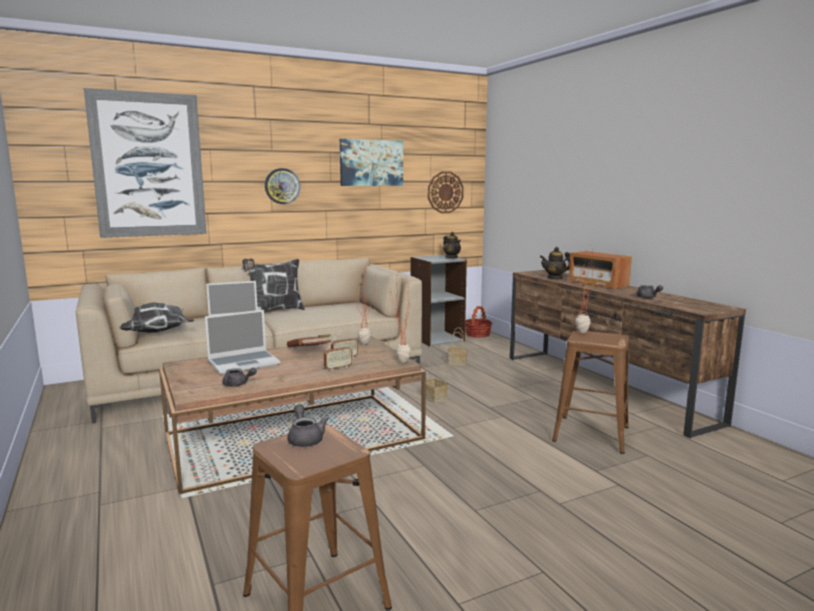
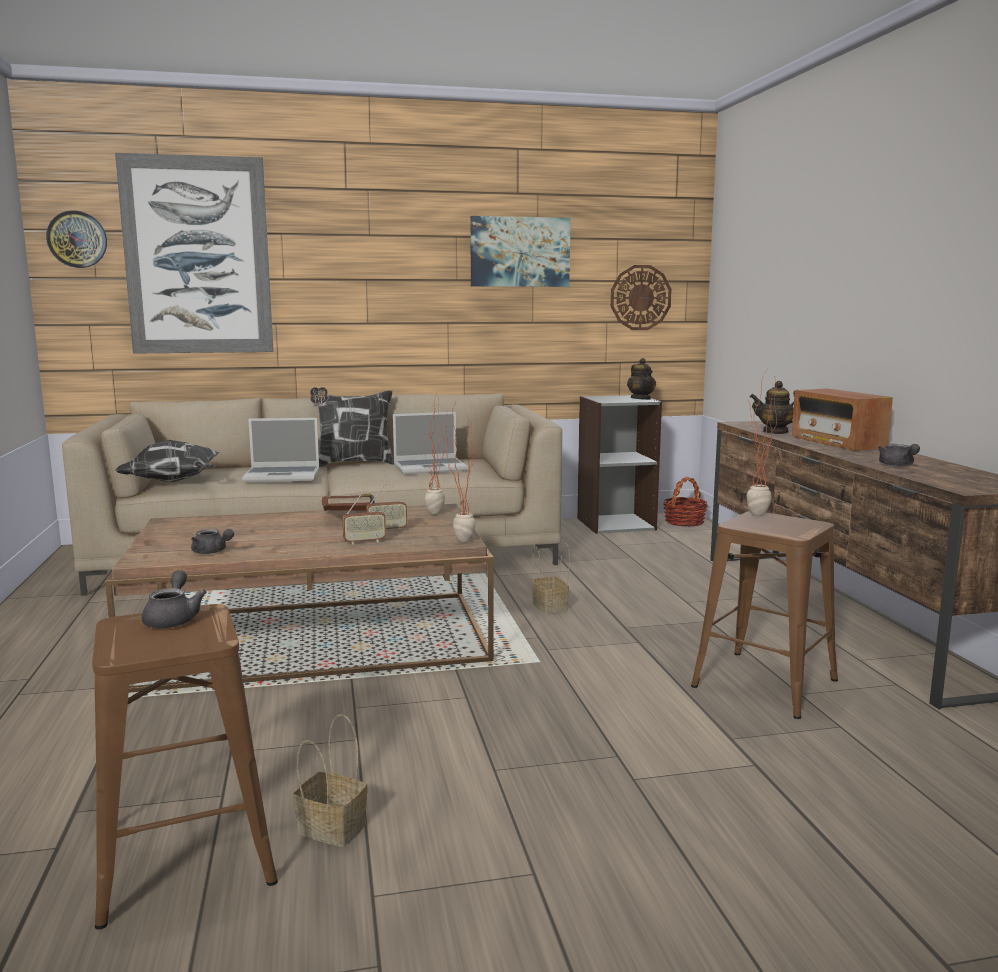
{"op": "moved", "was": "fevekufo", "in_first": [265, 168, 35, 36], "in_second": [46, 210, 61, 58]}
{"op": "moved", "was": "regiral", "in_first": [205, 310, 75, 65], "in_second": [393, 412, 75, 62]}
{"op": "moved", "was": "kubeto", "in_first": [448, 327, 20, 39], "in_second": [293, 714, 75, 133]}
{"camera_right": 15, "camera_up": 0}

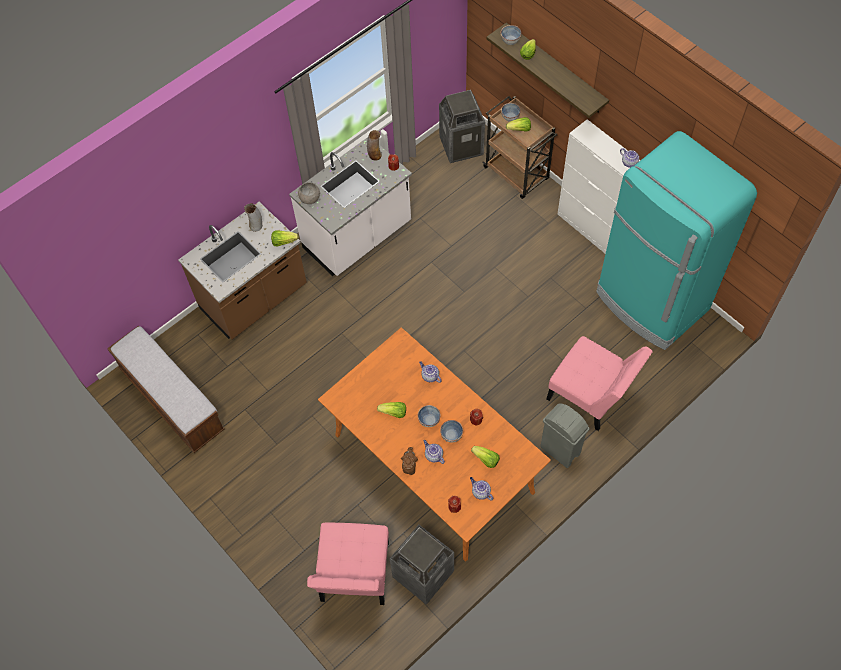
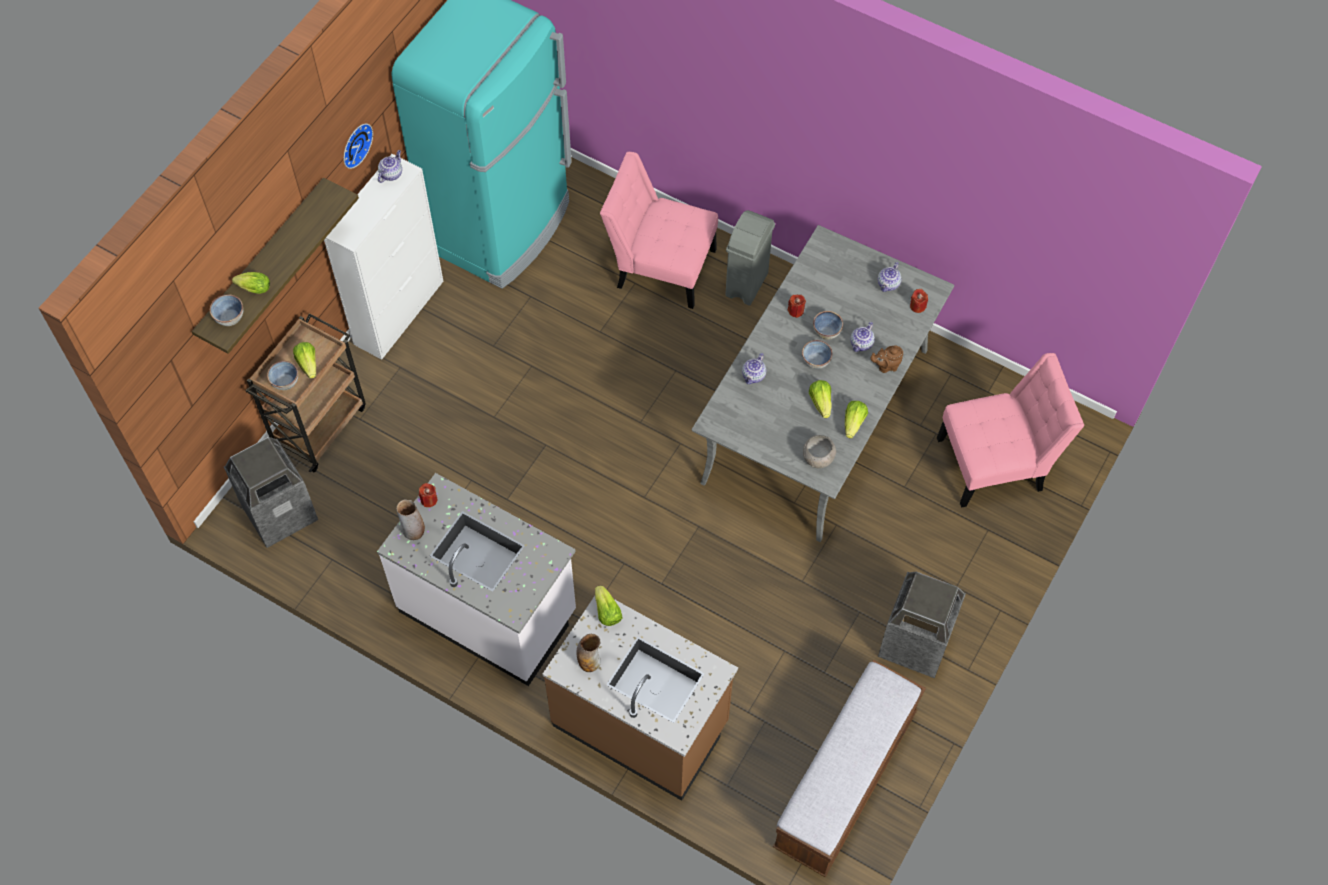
{"op": "moved", "was": "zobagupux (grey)", "in_first": [298, 183, 22, 21], "in_second": [803, 435, 33, 33]}
{"op": "recoloured", "was": "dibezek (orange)", "now": "dibezek (grey)", "in_first": [318, 328, 233, 234], "in_second": [692, 225, 263, 317]}
{"op": "turned", "was": "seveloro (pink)", "in_first": [546, 336, 107, 95], "in_second": [600, 152, 118, 157], "clockwise": -90}
{"op": "moved", "was": "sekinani", "in_first": [471, 446, 29, 22], "in_second": [845, 401, 23, 38]}
{"op": "moved", "was": "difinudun", "in_first": [390, 525, 64, 80], "in_second": [878, 572, 88, 106]}
{"op": "added", "now": "fevekufo", "in_second": [343, 124, 30, 45]}
{"camera_right": -110, "camera_up": 0}

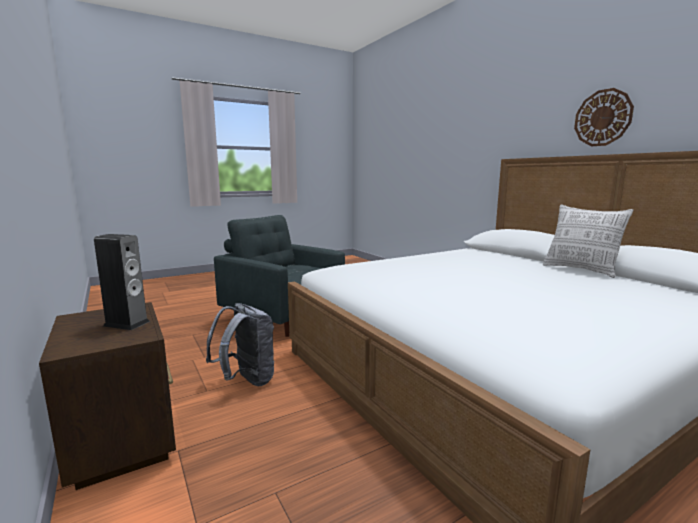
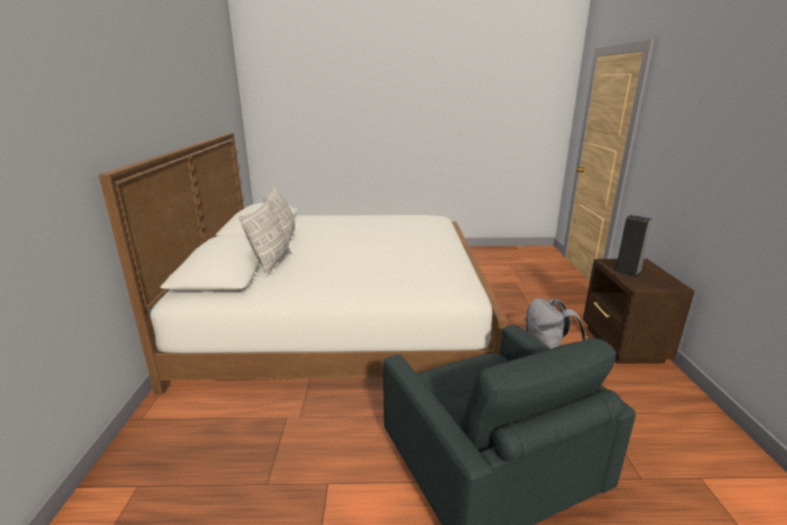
{"op": "removed", "was": "fevekufo", "in_first": [574, 88, 60, 58]}
{"op": "added", "now": "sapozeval", "in_second": [239, 200, 52, 77]}
{"camera_right": -150, "camera_up": 10}

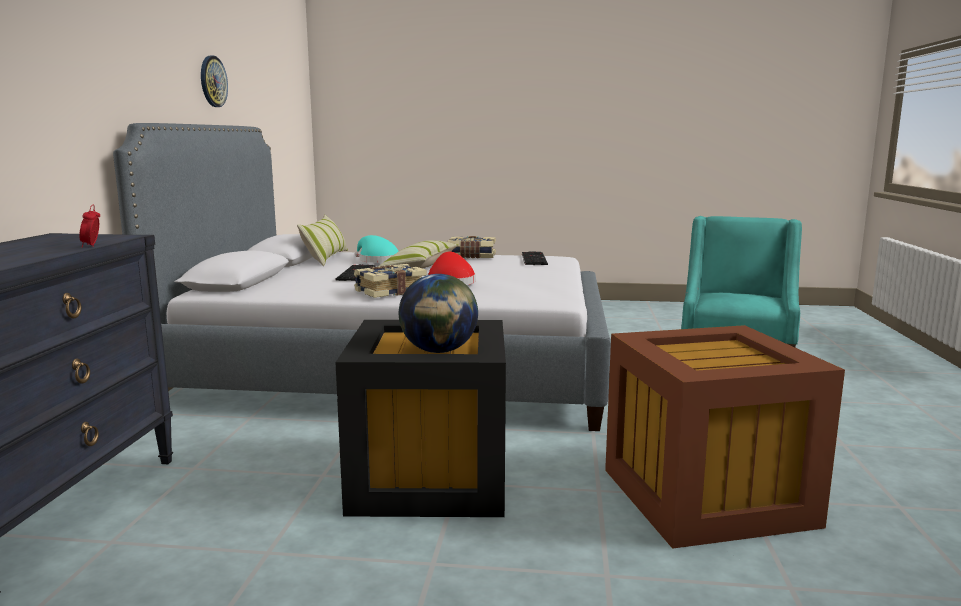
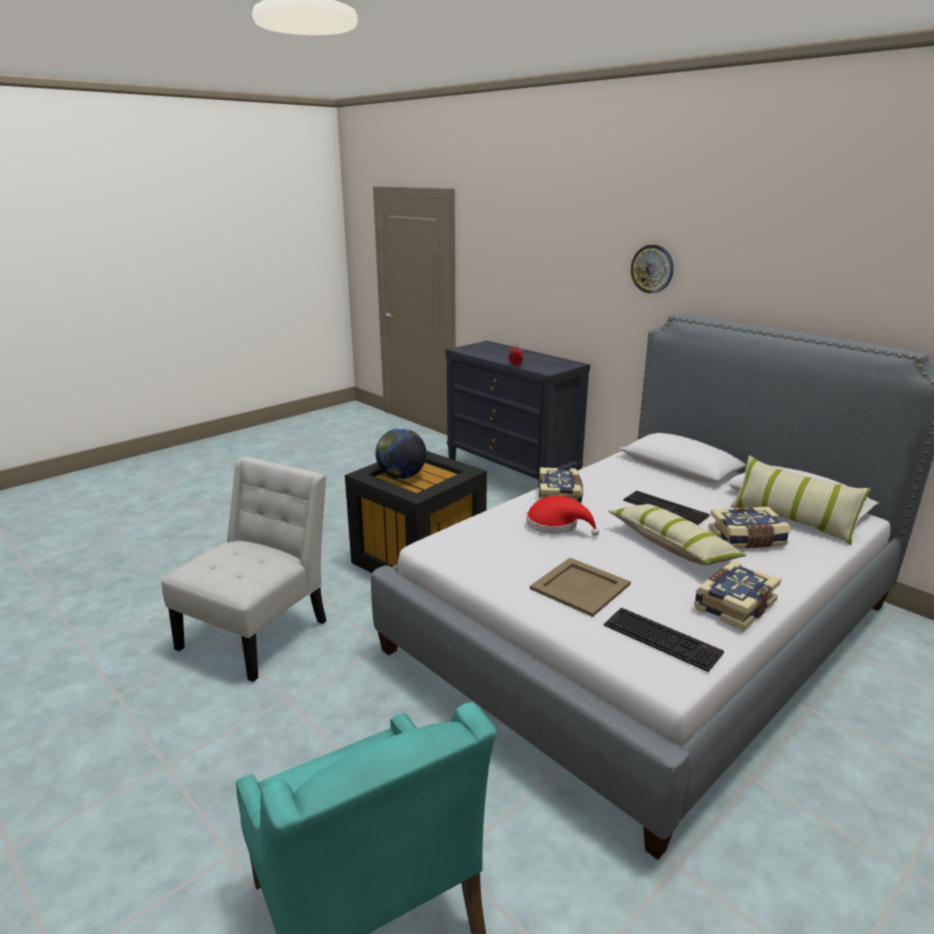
{"op": "moved", "was": "fevekufo", "in_first": [201, 56, 27, 51], "in_second": [631, 244, 42, 49]}
{"op": "replaced", "was": "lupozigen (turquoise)", "now": "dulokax", "in_first": [355, 235, 44, 28], "in_second": [708, 507, 83, 42]}
{"op": "replaced", "was": "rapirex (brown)", "now": "seveloro (white)", "in_first": [605, 325, 240, 224], "in_second": [161, 456, 166, 226]}
{"op": "added", "now": "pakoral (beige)", "in_second": [530, 558, 101, 59]}
{"camera_right": 130, "camera_up": 10}

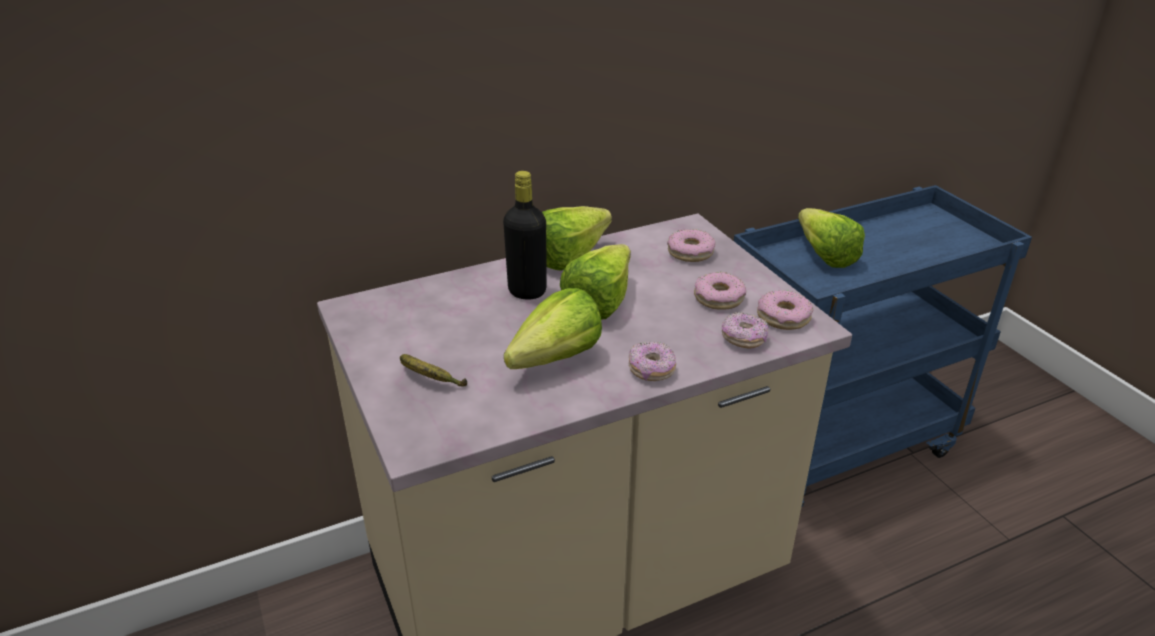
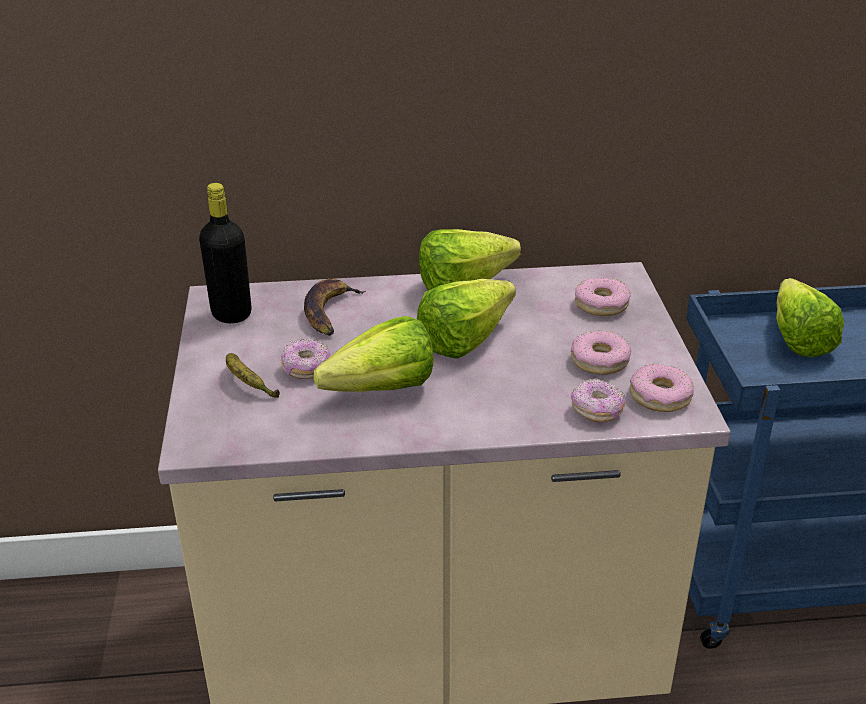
{"op": "moved", "was": "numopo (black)", "in_first": [503, 171, 44, 129], "in_second": [199, 183, 52, 140]}
{"op": "moved", "was": "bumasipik", "in_first": [629, 342, 47, 39], "in_second": [281, 339, 49, 40]}
{"op": "added", "now": "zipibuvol", "in_second": [304, 279, 61, 57]}
{"camera_right": 20, "camera_up": 0}

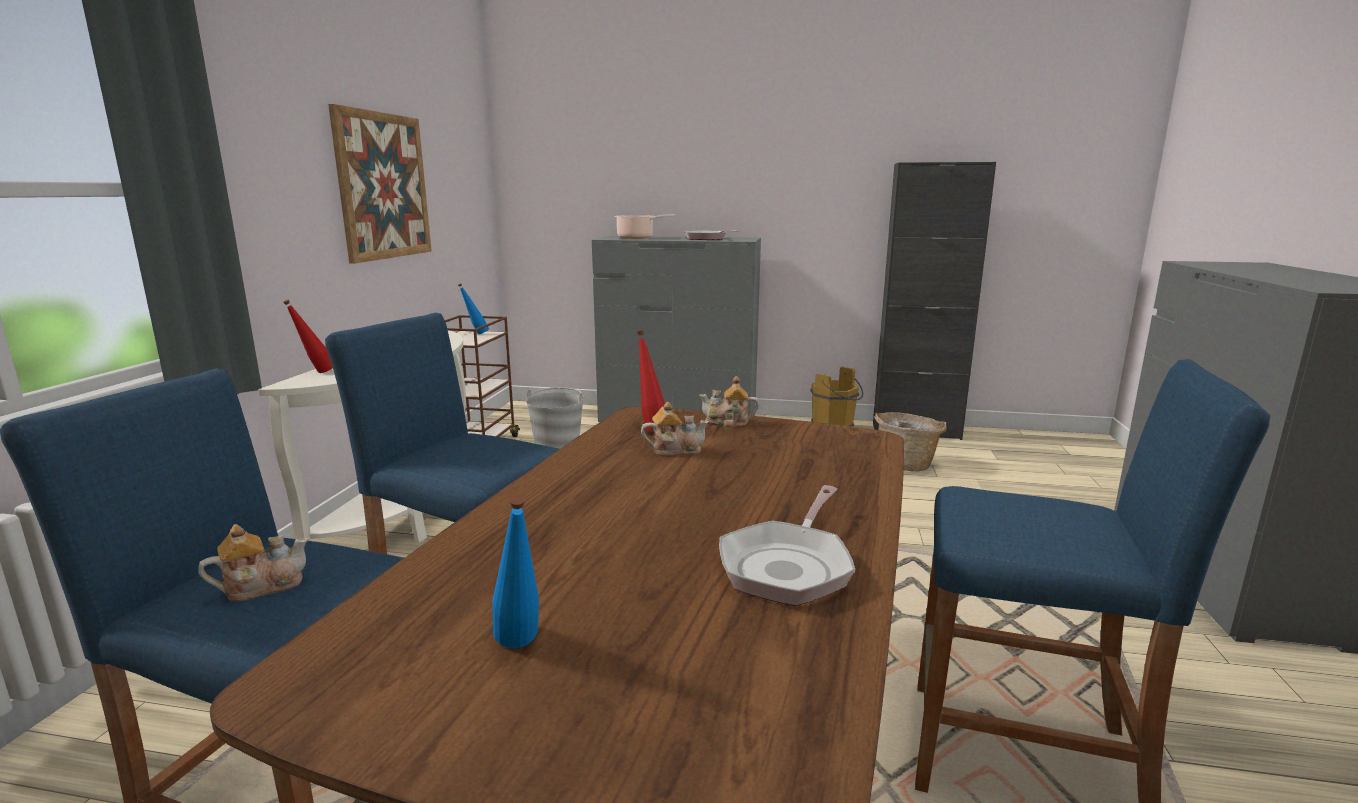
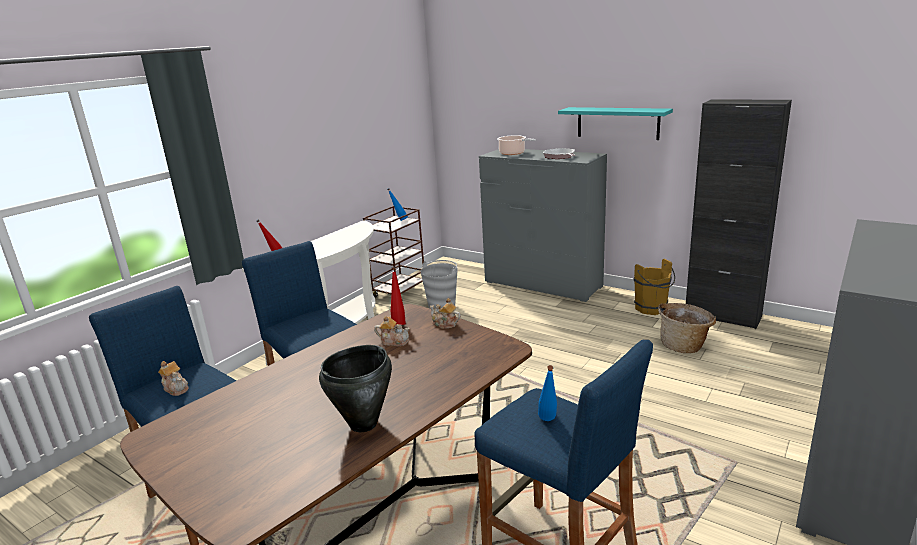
{"op": "removed", "was": "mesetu", "in_first": [328, 104, 104, 160]}
{"op": "replaced", "was": "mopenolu", "now": "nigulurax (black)", "in_first": [719, 485, 136, 121], "in_second": [319, 345, 73, 87]}
{"op": "moved", "was": "numopo (blue)", "in_first": [492, 493, 47, 155], "in_second": [538, 365, 19, 56]}
{"op": "turned", "was": "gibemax", "in_first": [198, 524, 111, 77], "in_second": [158, 361, 31, 35], "clockwise": 45}
{"op": "added", "now": "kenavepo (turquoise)", "in_second": [558, 107, 115, 33]}
{"camera_right": 25, "camera_up": 5}

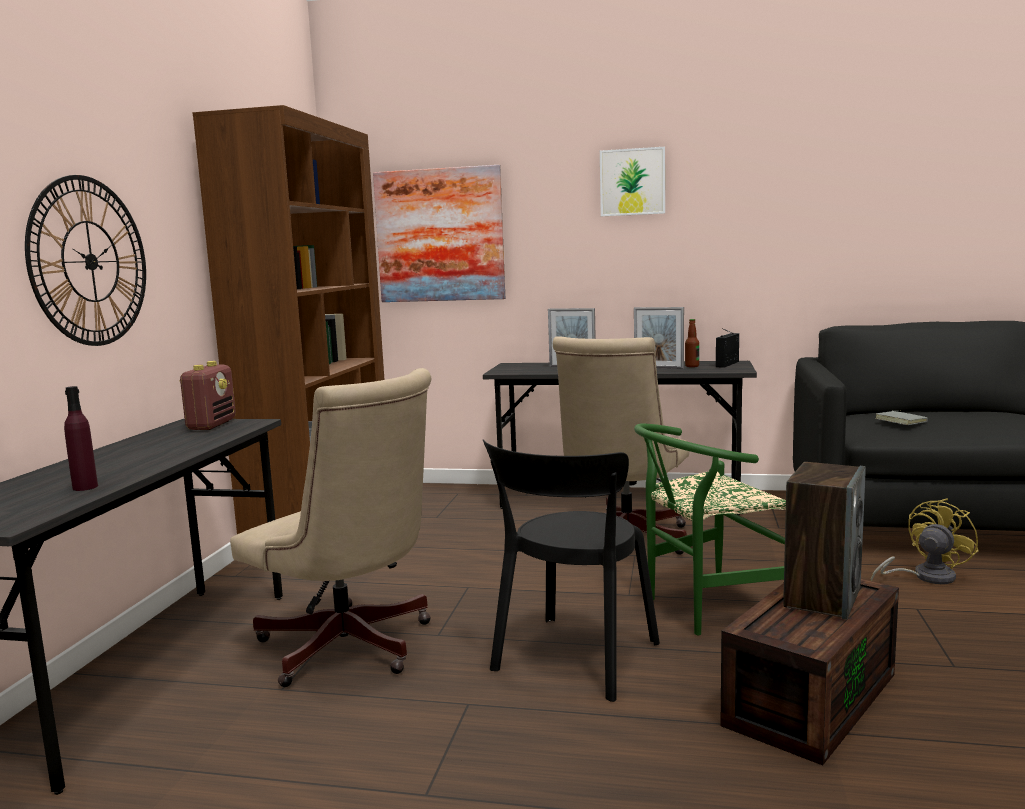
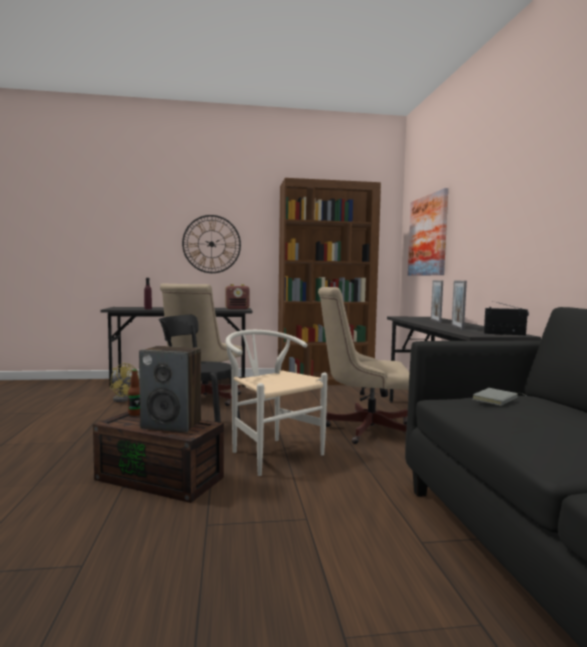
{"op": "removed", "was": "mesetu", "in_first": [600, 147, 65, 69]}
{"op": "moved", "was": "numopo", "in_first": [685, 319, 14, 48], "in_second": [128, 369, 12, 47]}
{"op": "recoloured", "was": "seveloro (green)", "now": "seveloro (white)", "in_first": [634, 423, 152, 212], "in_second": [225, 330, 103, 146]}
{"op": "moved", "was": "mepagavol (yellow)", "in_first": [871, 498, 108, 86], "in_second": [110, 362, 29, 40]}
{"camera_right": 70, "camera_up": -5}

